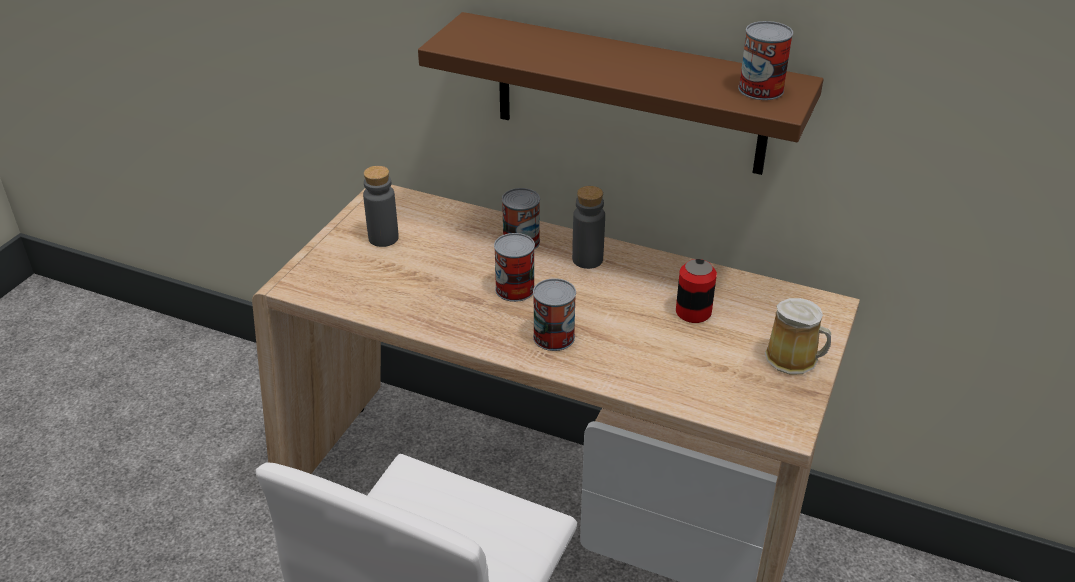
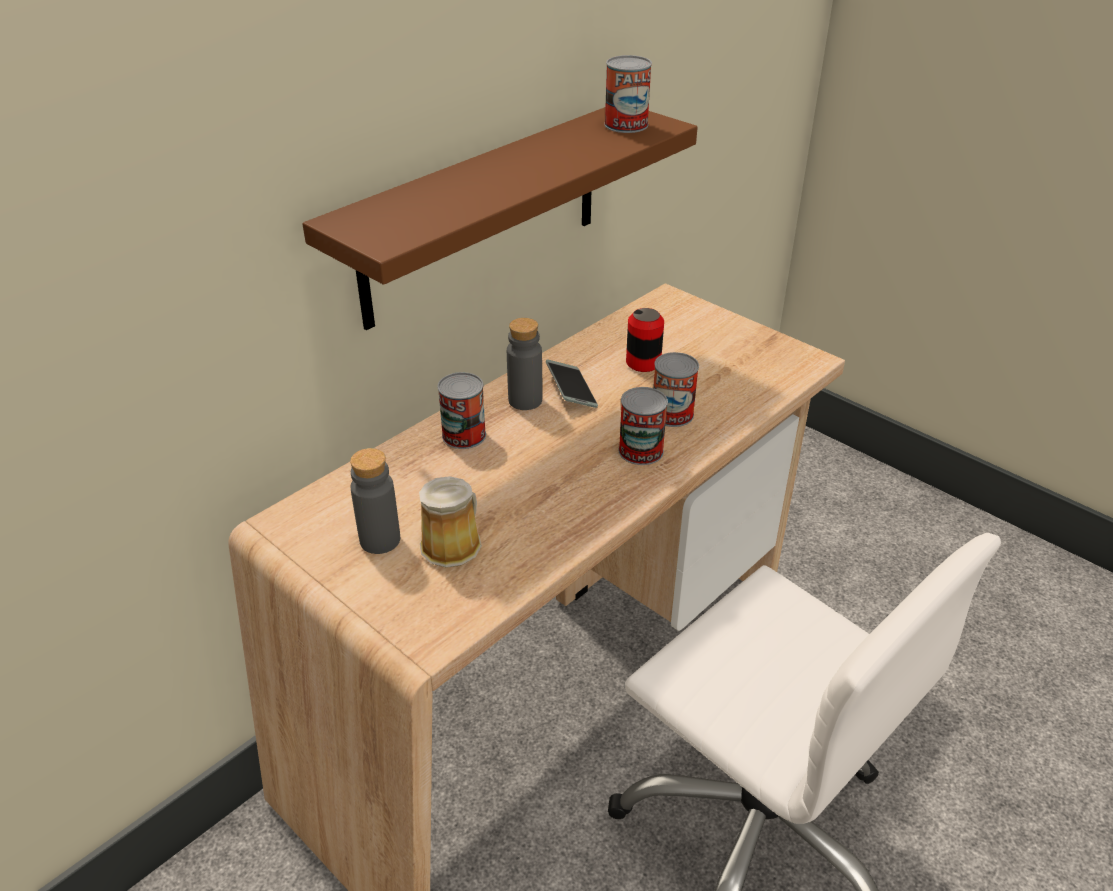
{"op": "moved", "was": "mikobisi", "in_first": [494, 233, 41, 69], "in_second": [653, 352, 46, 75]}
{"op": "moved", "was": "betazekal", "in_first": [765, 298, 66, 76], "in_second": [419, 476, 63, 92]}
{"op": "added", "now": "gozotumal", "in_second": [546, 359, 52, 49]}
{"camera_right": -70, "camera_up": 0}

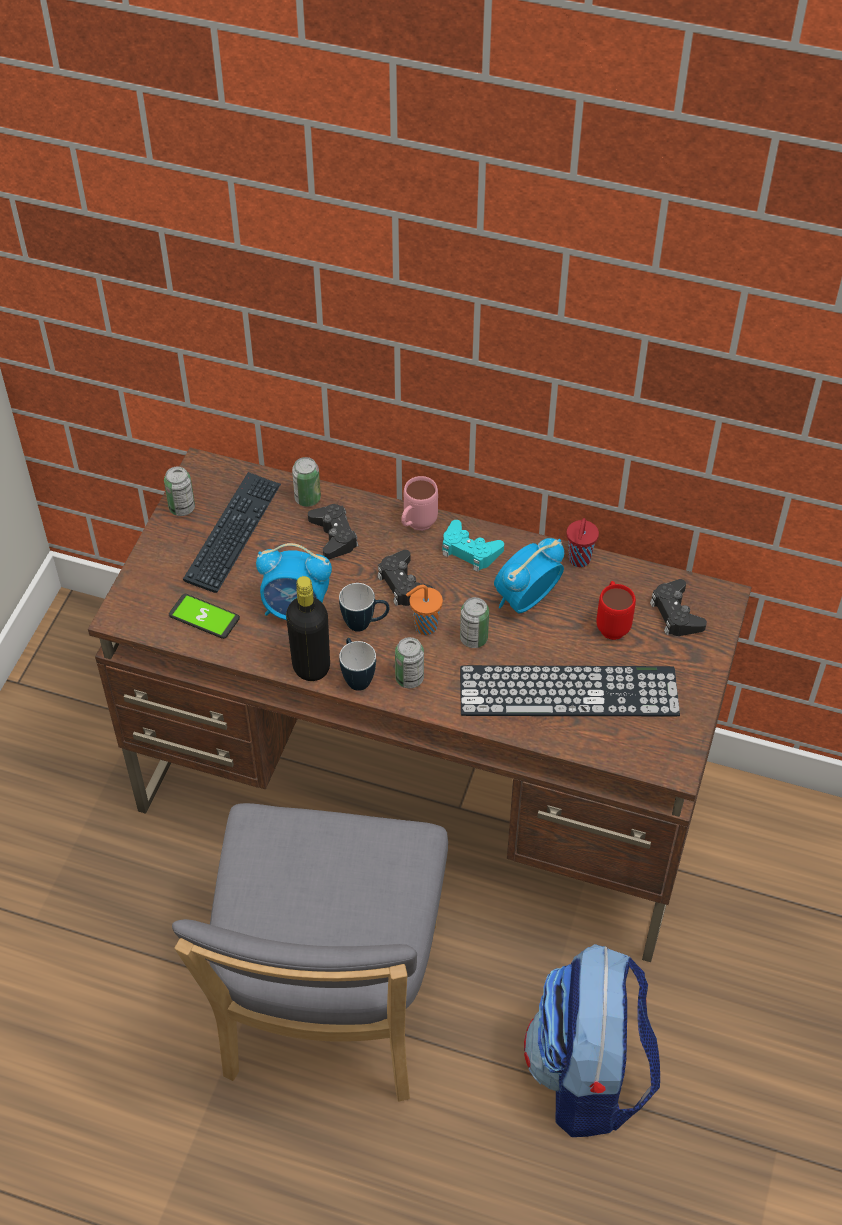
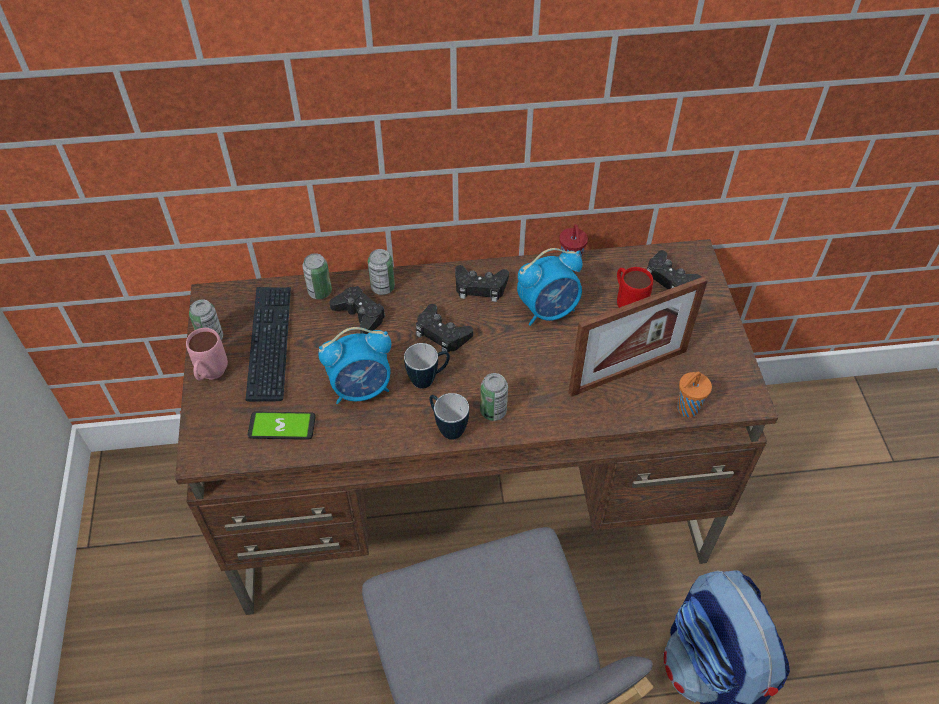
{"op": "moved", "was": "betazekal (pink)", "in_first": [401, 476, 37, 55], "in_second": [186, 328, 42, 53]}
{"op": "recoloured", "was": "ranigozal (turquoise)", "now": "ranigozal (black)", "in_first": [442, 520, 62, 52], "in_second": [455, 265, 54, 37]}
{"op": "turned", "was": "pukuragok", "in_first": [494, 538, 70, 75], "in_second": [517, 248, 66, 78], "clockwise": -135}
{"op": "removed", "was": "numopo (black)", "in_first": [286, 576, 44, 105]}
{"op": "moved", "was": "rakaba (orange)", "in_first": [406, 585, 37, 50], "in_second": [677, 371, 35, 46]}
{"op": "moved", "was": "mikobisi", "in_first": [460, 597, 29, 51], "in_second": [368, 249, 27, 46]}
{"op": "replaced", "was": "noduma", "now": "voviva", "in_first": [460, 665, 220, 51], "in_second": [569, 276, 139, 121]}
{"camera_right": -25, "camera_up": 0}

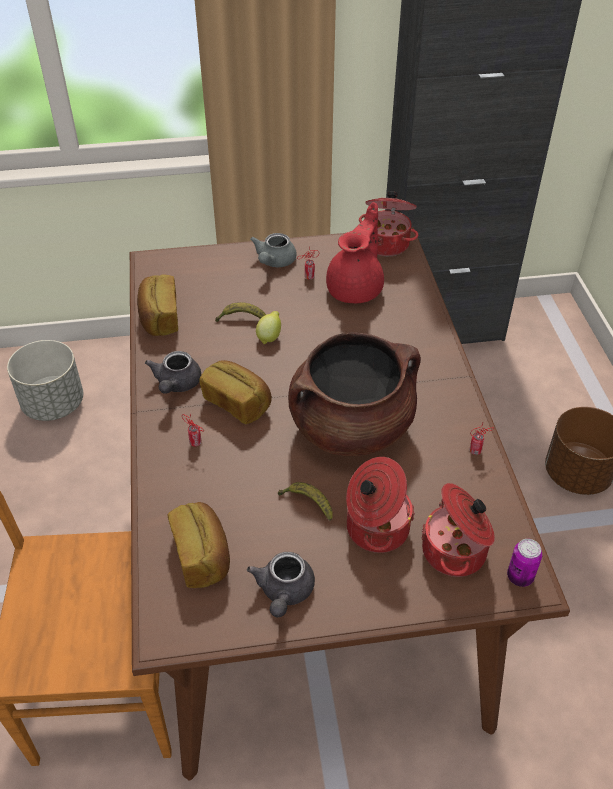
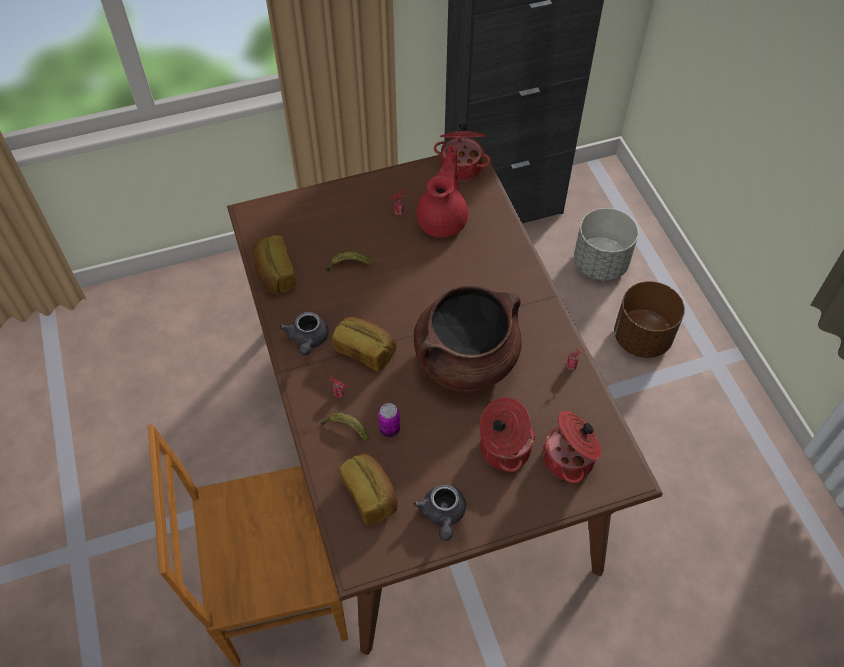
{"op": "removed", "was": "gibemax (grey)", "in_first": [250, 233, 47, 34]}
{"op": "removed", "was": "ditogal", "in_first": [256, 311, 25, 33]}
{"op": "moved", "was": "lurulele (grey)", "in_first": [7, 340, 76, 81], "in_second": [574, 208, 64, 73]}
{"op": "moved", "was": "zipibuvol", "in_first": [278, 482, 55, 39], "in_second": [321, 413, 47, 28]}
{"op": "moved", "was": "mikobisi", "in_first": [507, 539, 35, 48], "in_second": [378, 403, 22, 34]}
{"camera_right": -10, "camera_up": 10}

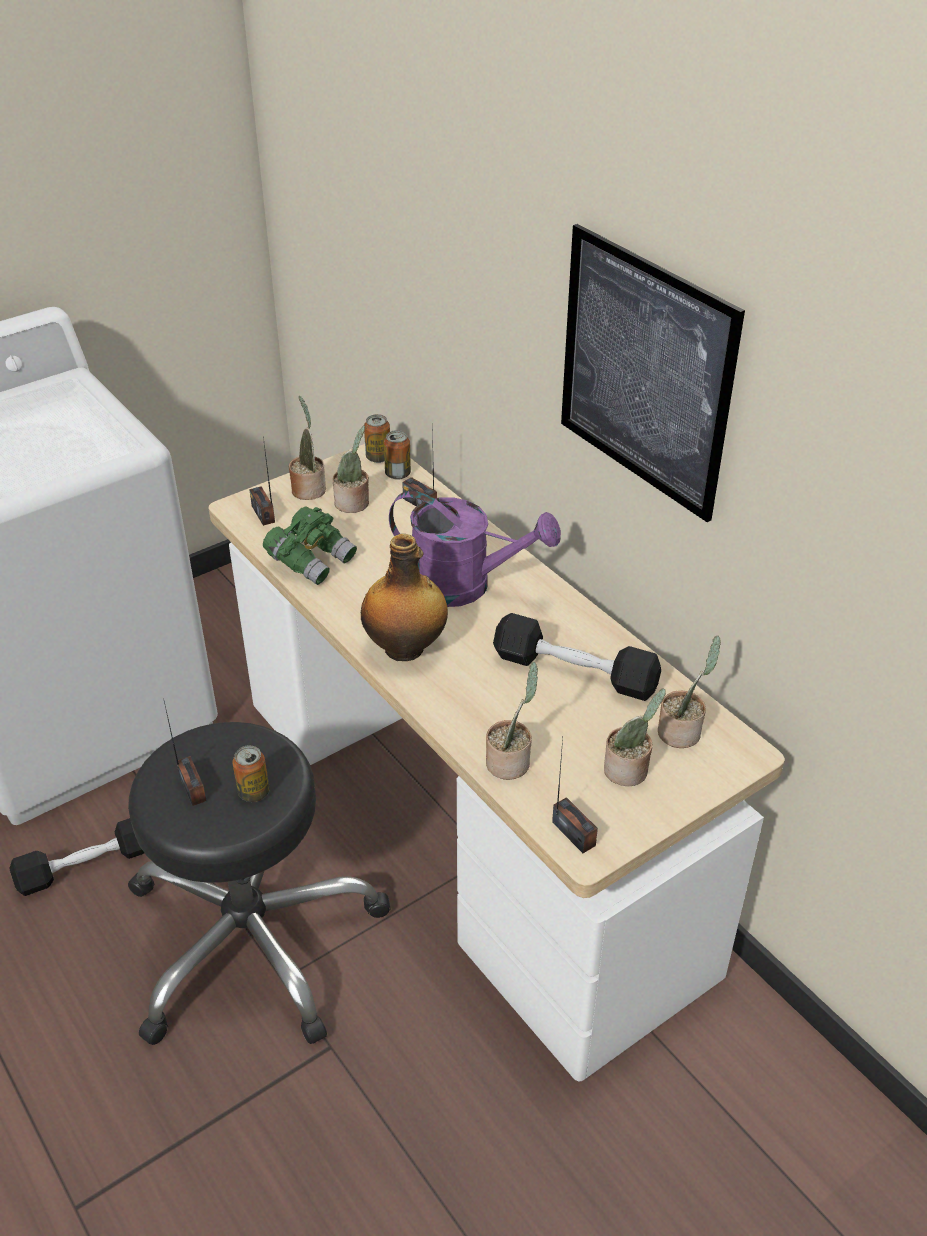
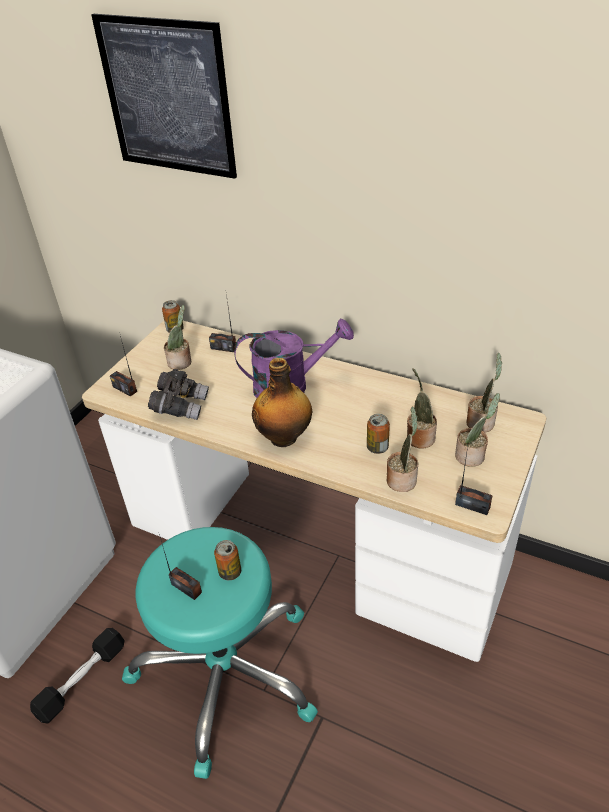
{"op": "moved", "was": "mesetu", "in_first": [561, 224, 184, 298], "in_second": [91, 14, 146, 165]}
{"op": "moved", "was": "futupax", "in_first": [289, 396, 37, 104], "in_second": [407, 368, 30, 81]}
{"op": "moved", "was": "mikobisi", "in_first": [384, 430, 27, 50], "in_second": [367, 414, 23, 40]}
{"op": "recoloured", "was": "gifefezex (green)", "now": "gifefezex (grey)", "in_first": [263, 506, 94, 79], "in_second": [148, 369, 61, 51]}
{"op": "removed", "was": "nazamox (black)", "in_first": [493, 613, 168, 88]}
{"op": "recoloured", "was": "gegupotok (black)", "now": "gegupotok (turquoise)", "in_first": [128, 722, 263, 323], "in_second": [122, 527, 196, 252]}
{"camera_right": -25, "camera_up": 0}

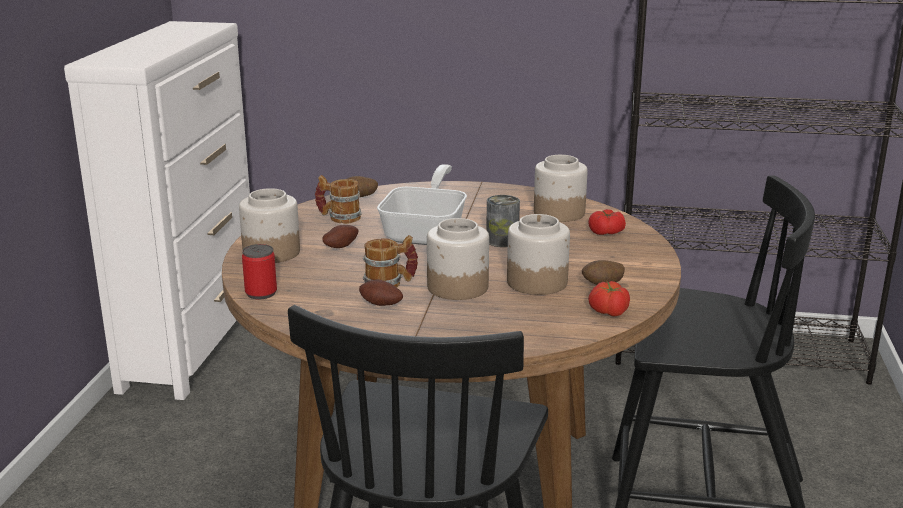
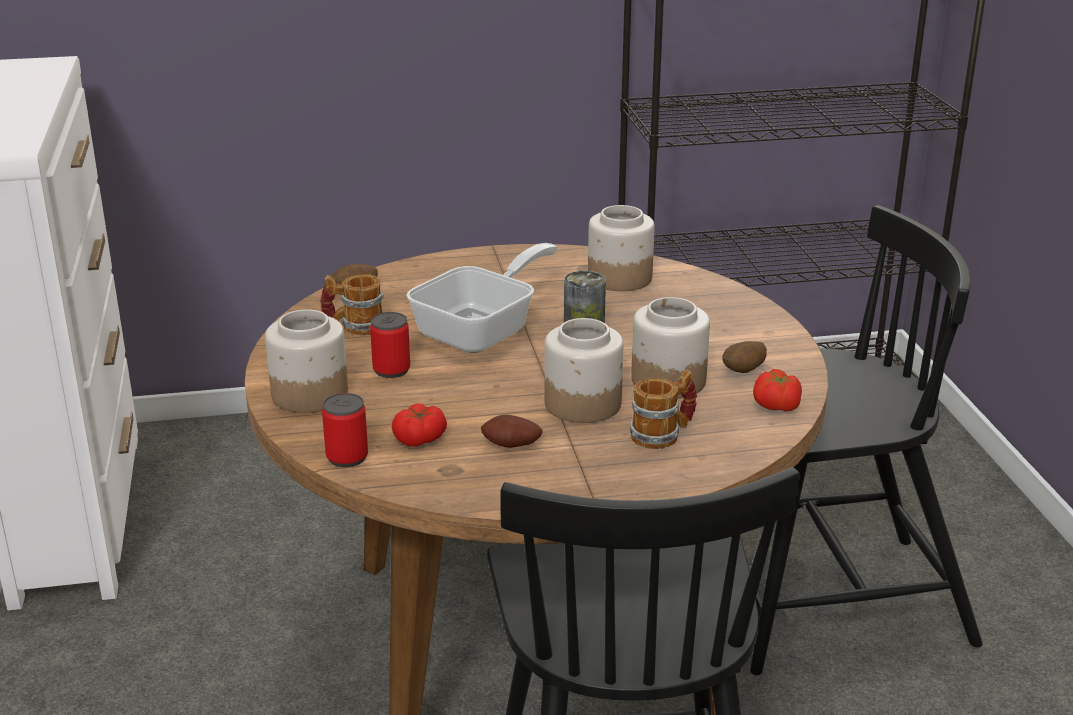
{"op": "turned", "was": "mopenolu", "in_first": [377, 164, 90, 81], "in_second": [406, 243, 151, 110], "clockwise": 45}
{"op": "moved", "was": "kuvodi", "in_first": [588, 209, 38, 26], "in_second": [392, 404, 55, 43]}
{"op": "replaced", "was": "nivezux", "now": "mikobisi", "in_first": [322, 225, 36, 23], "in_second": [370, 312, 40, 66]}
{"op": "moved", "was": "betazekal", "in_first": [363, 235, 55, 52], "in_second": [630, 369, 67, 80]}
{"camera_right": -20, "camera_up": 5}

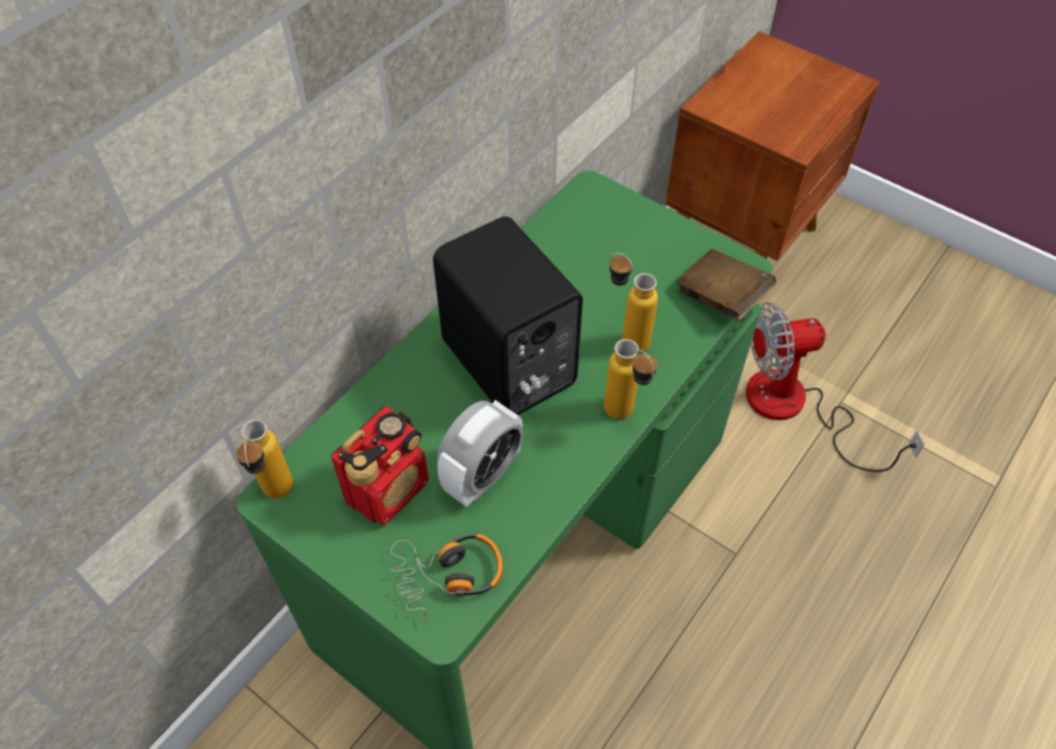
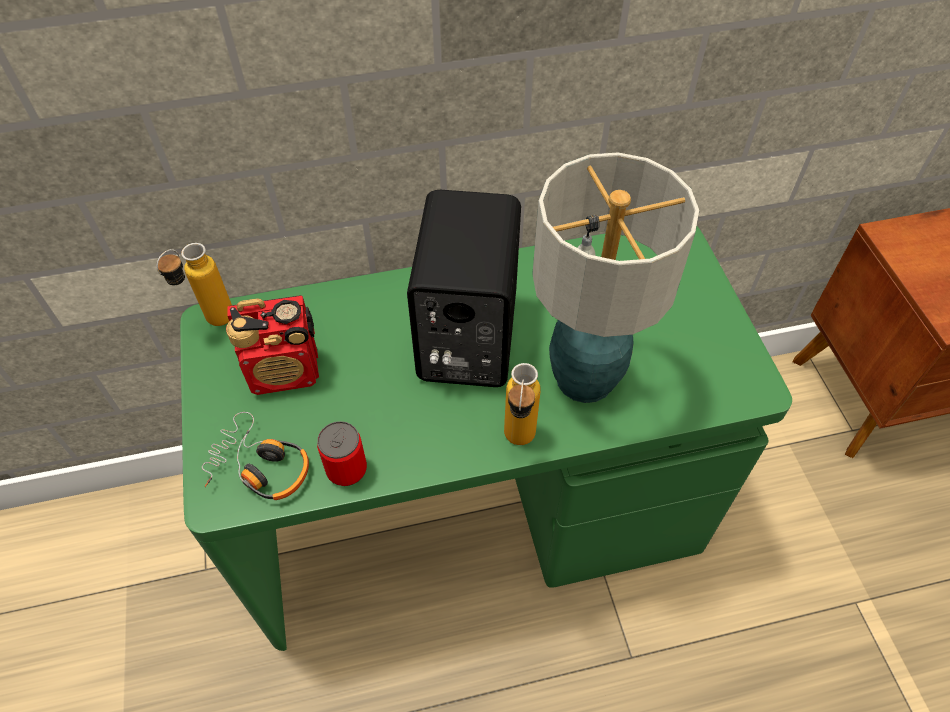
{"op": "removed", "was": "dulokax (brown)", "in_first": [676, 249, 100, 71]}
{"op": "replaced", "was": "numopo", "now": "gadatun", "in_first": [610, 253, 48, 101], "in_second": [532, 152, 168, 251]}
{"op": "removed", "was": "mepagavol", "in_first": [746, 302, 178, 170]}
{"op": "removed", "was": "pukuragok", "in_first": [437, 400, 86, 107]}
{"op": "added", "now": "mikobisi", "in_second": [317, 421, 50, 65]}
{"camera_right": 40, "camera_up": 0}

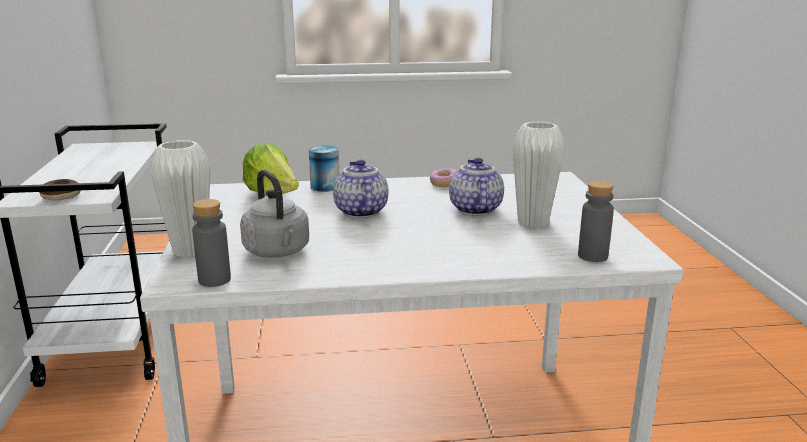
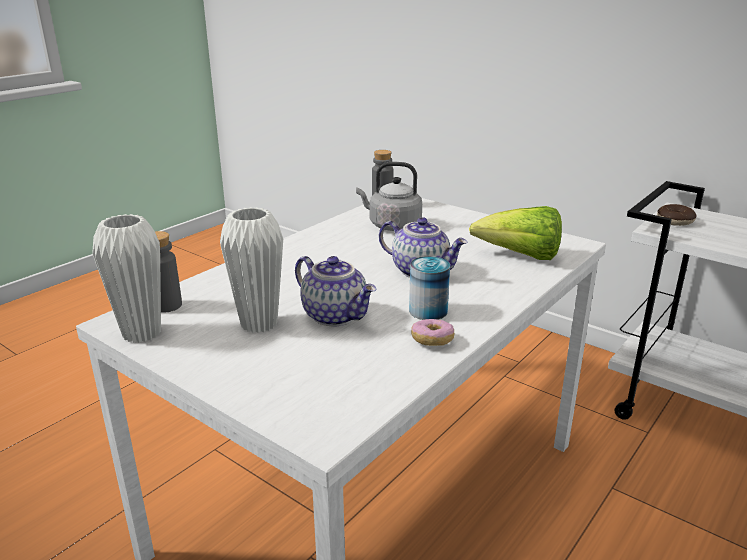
{"op": "moved", "was": "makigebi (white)", "in_first": [150, 140, 60, 117], "in_second": [92, 214, 69, 129]}
{"op": "moved", "was": "mikobisi", "in_first": [309, 145, 30, 47], "in_second": [409, 256, 41, 64]}
{"camera_right": 135, "camera_up": 5}

